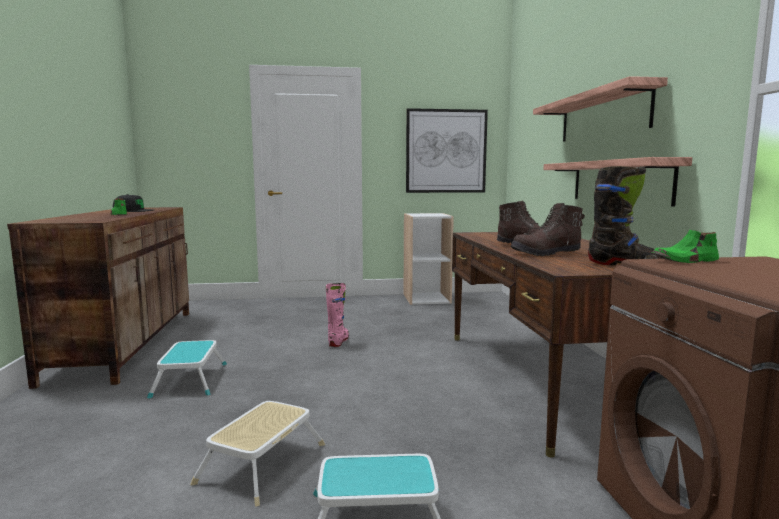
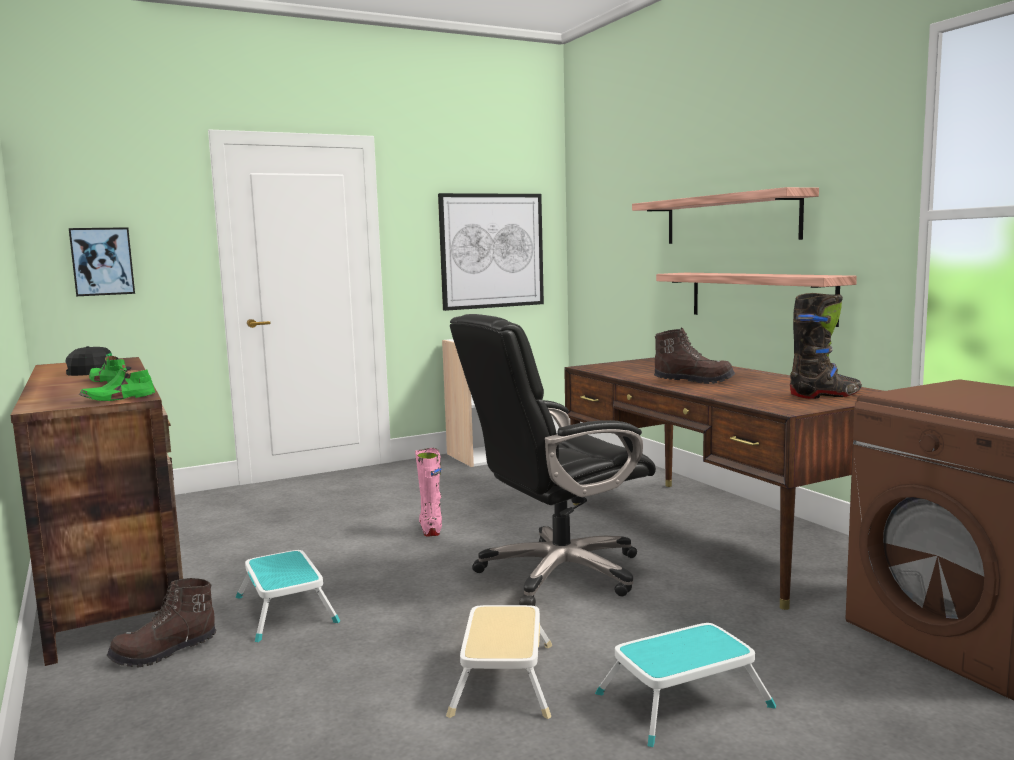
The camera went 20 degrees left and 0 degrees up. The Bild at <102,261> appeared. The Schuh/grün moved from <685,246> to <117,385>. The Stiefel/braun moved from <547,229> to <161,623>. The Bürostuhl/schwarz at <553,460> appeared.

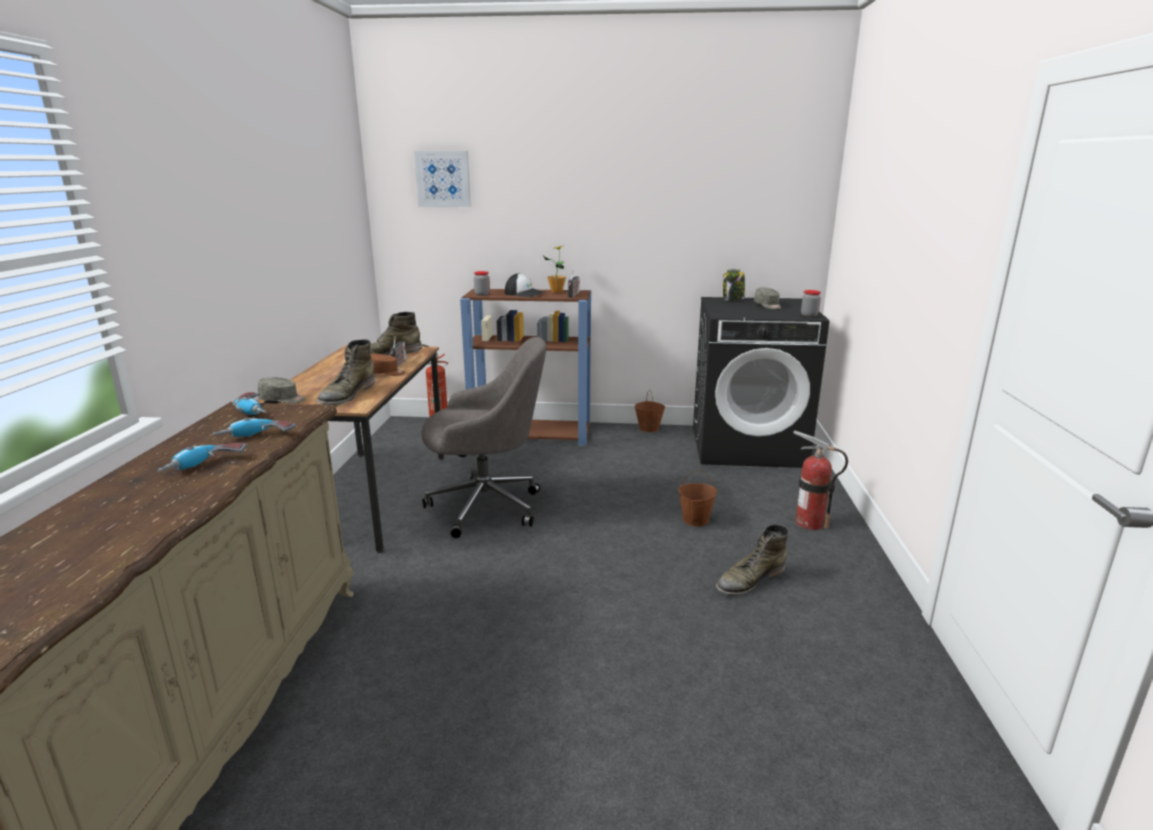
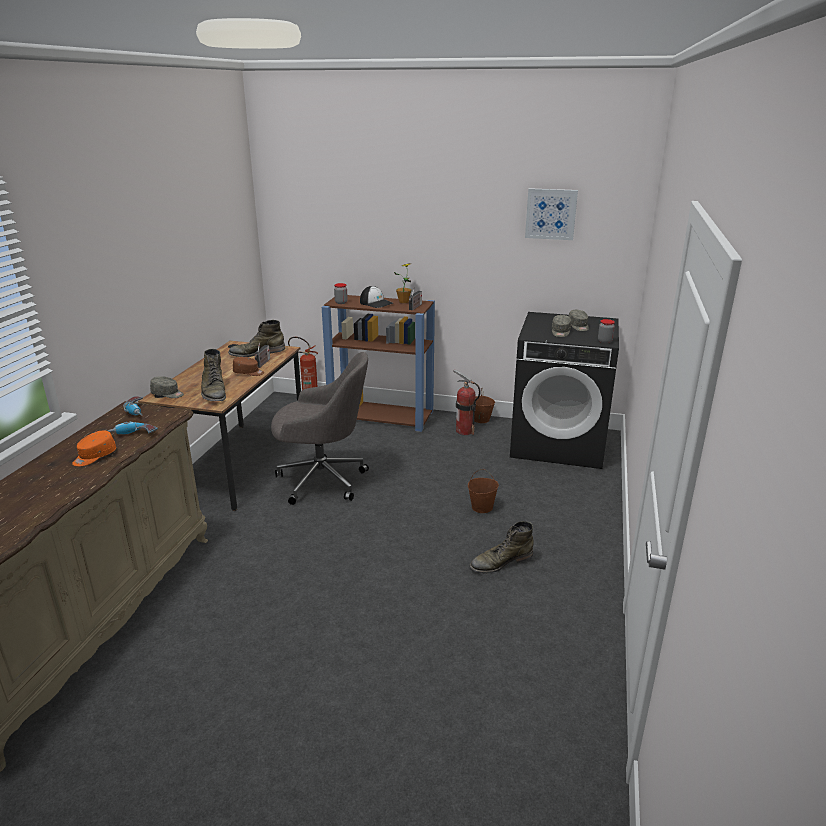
The camera went 10 degrees right and 5 degrees up. The Bohrmaschine at <201,457> was replaced by the Kappe/orange at <94,448>. The Stiefel/grün at <345,372> turned 45 degrees counterclockwise. The Feuerlöscher moved from <820,480> to <467,402>. The Bild moved from <442,179> to <551,214>. The Kappe/grau at <561,326> appeared. The Vorratsglas at <734,285> disappeared.

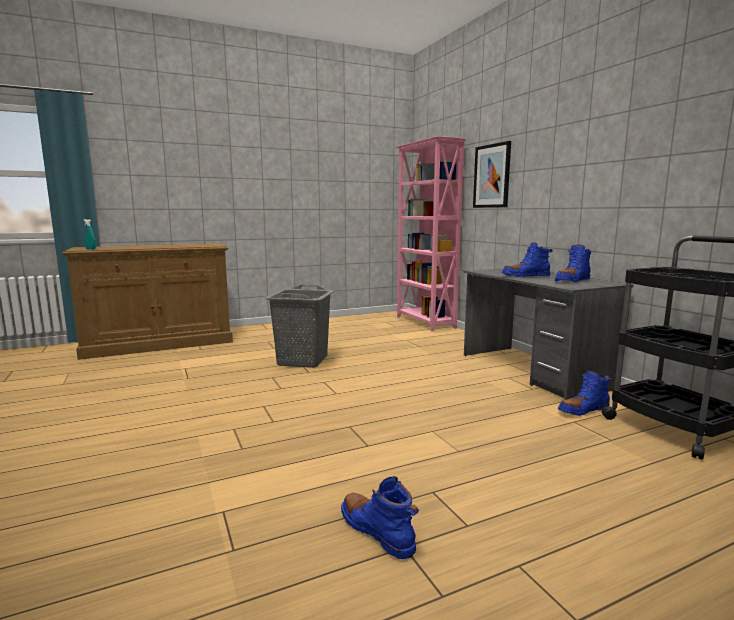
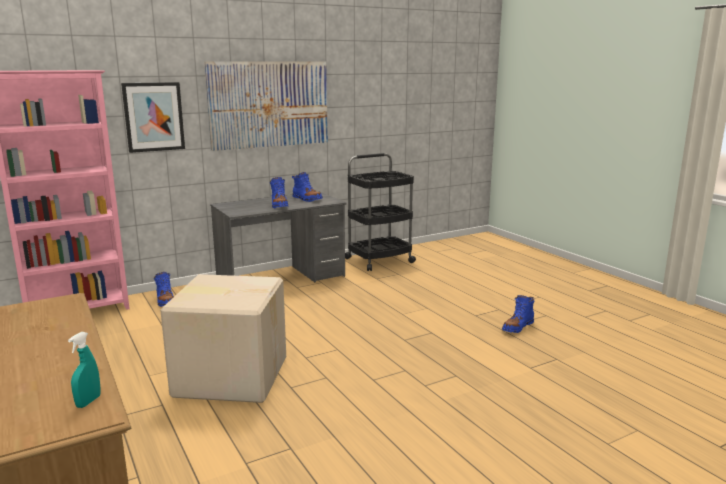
The camera went 95 degrees left and 5 degrees up. The Stiefel/blau moved from <584,393> to <164,289>. The Wäschekorb/grau at <299,326> was replaced by the Karton at <223,338>. The Bild at <266,106> appeared.

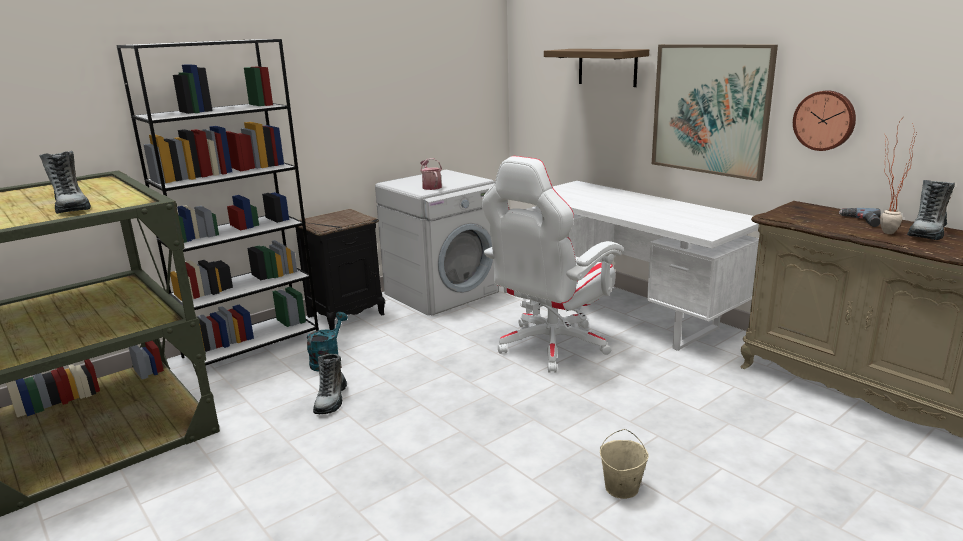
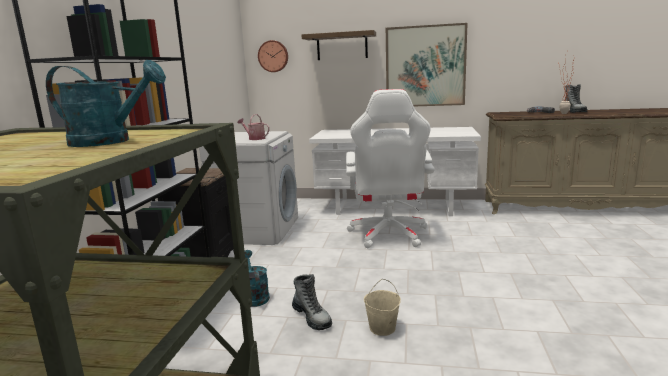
The camera went 40 degrees left and 5 degrees down. The Stiefel at <65,182> was replaced by the Gießkanne/türkis at <106,103>. The Wanduhr moved from <824,121> to <273,56>. The Eimer/beige moved from <624,464> to <382,307>.

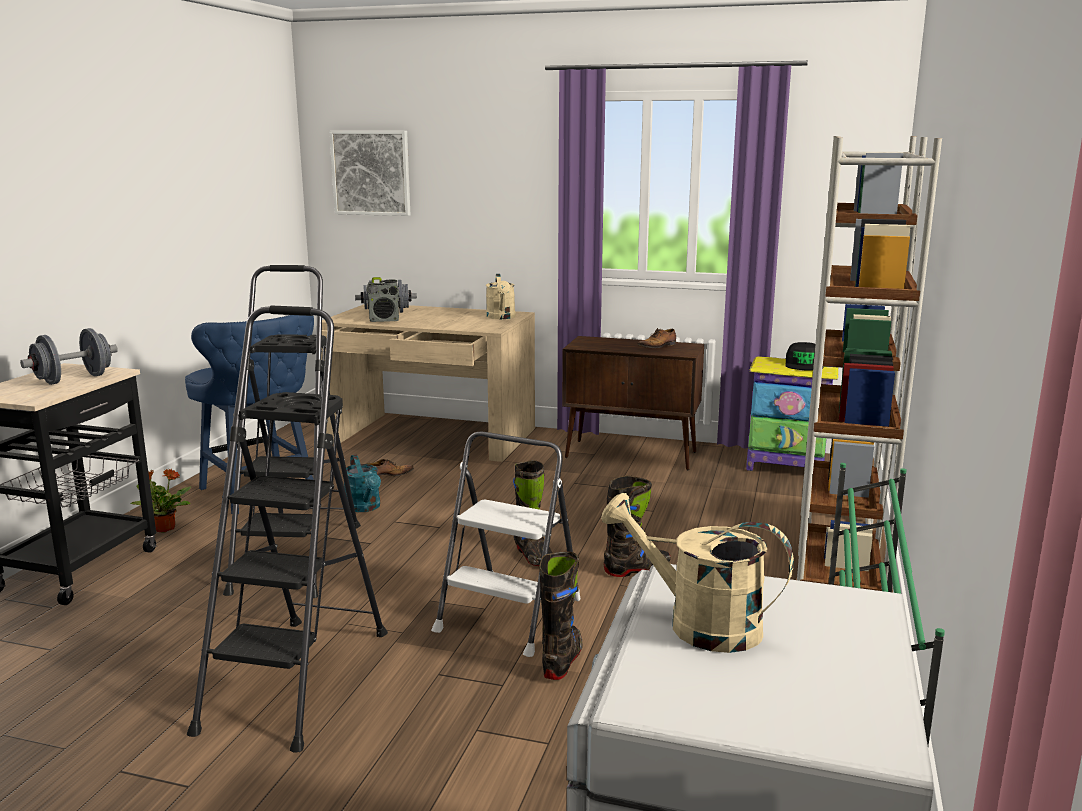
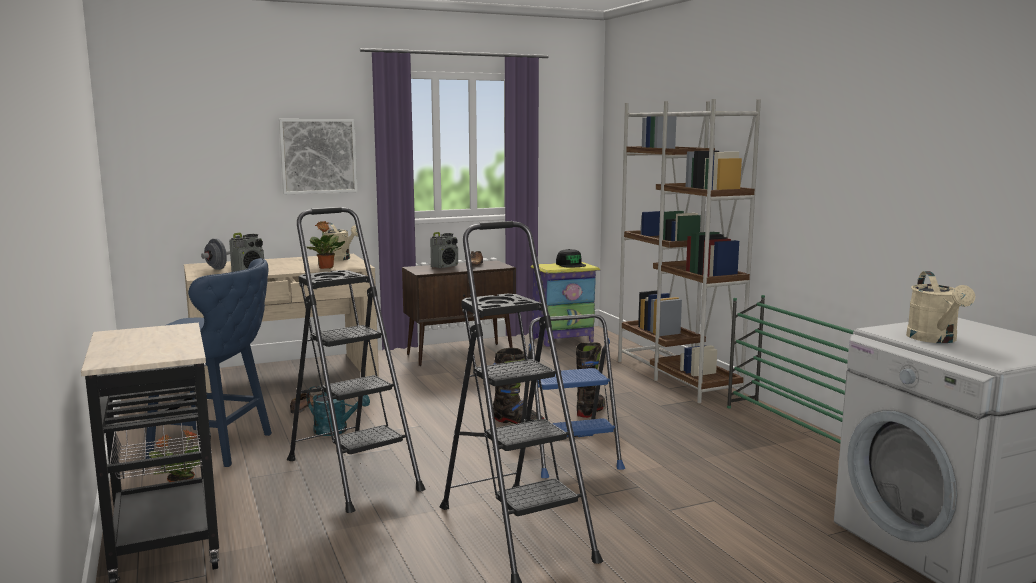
The camera went 40 degrees left and 5 degrees down. The Bild moved from <370,173> to <318,156>. The Topfpflanze at <326,245> appeared. The Radio at <444,250> appeared. The Trittleiter/weiß at <505,544> became the Trittleiter/blau at <573,396>. The Gießkanne/beige at <697,573> turned 75 degrees counterclockwise. The Hantel/grau at <69,356> disappeared. The Stiefel/schwarz at <561,616> disappeared.

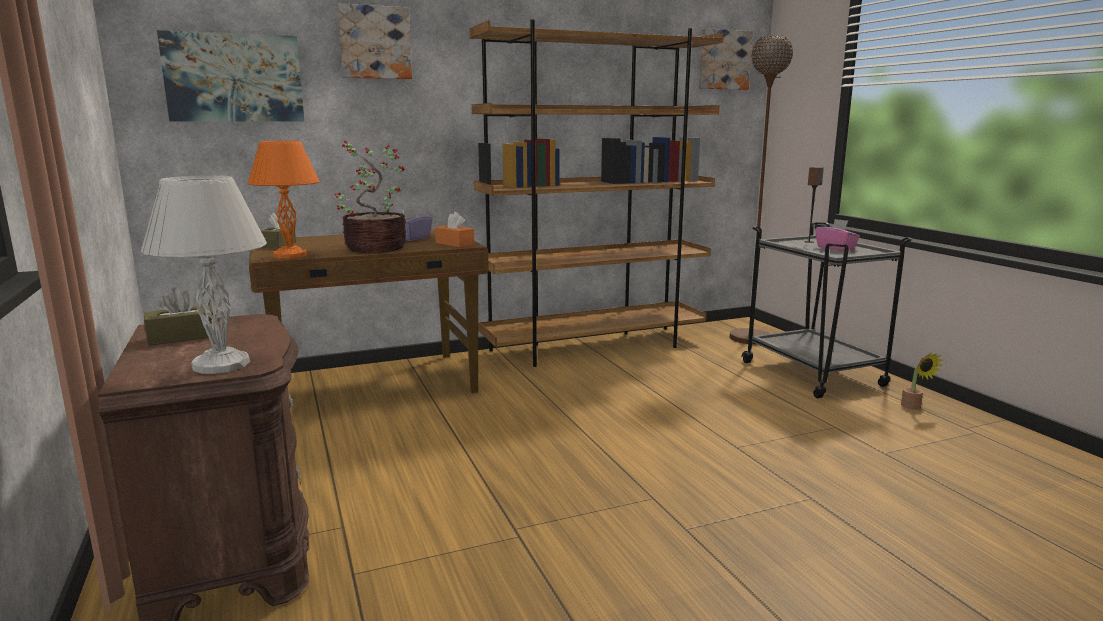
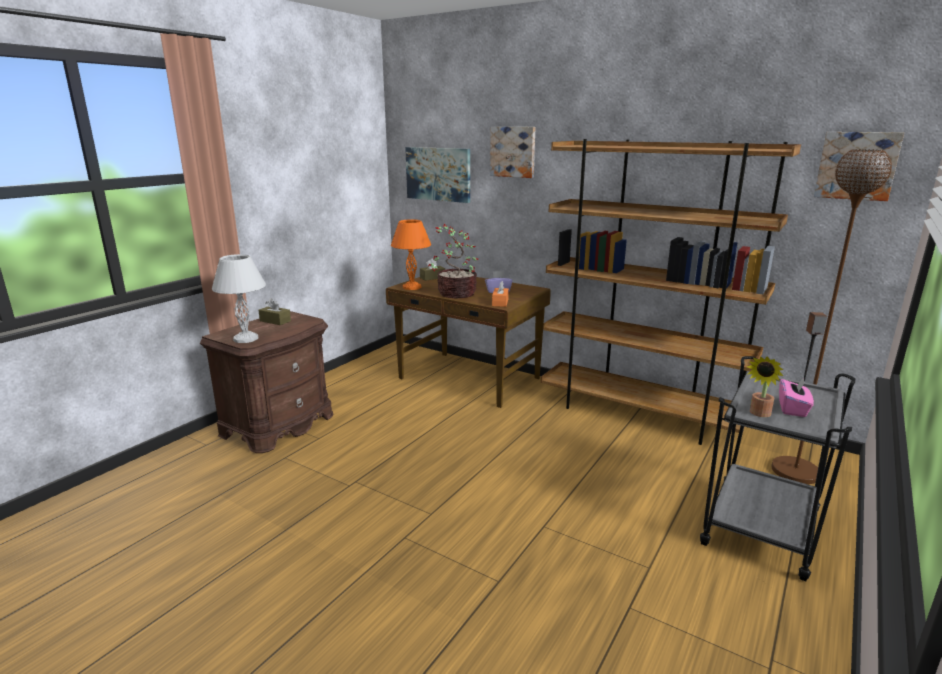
The camera went 55 degrees right and 5 degrees up. The Topfpflanze moved from <922,381> to <765,386>.

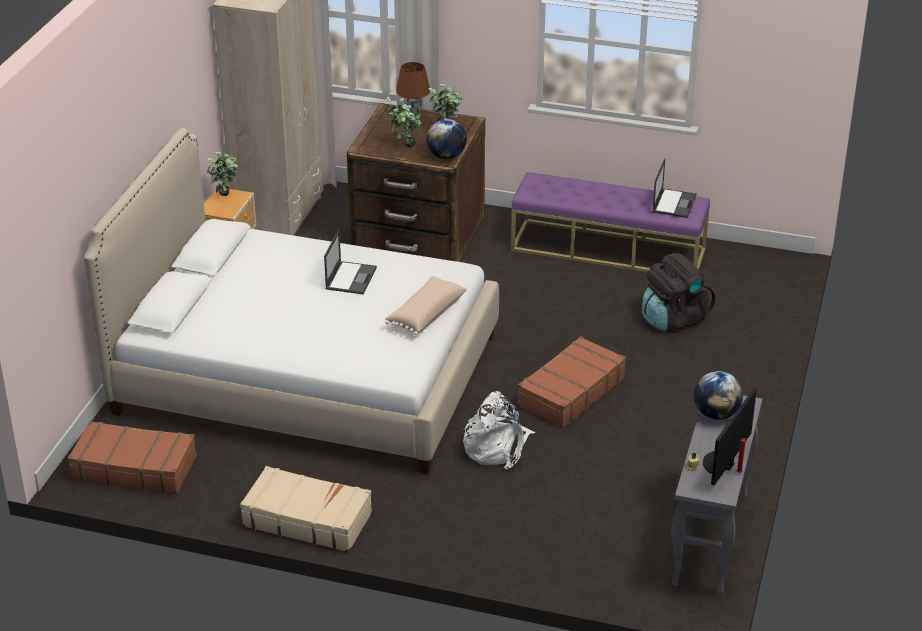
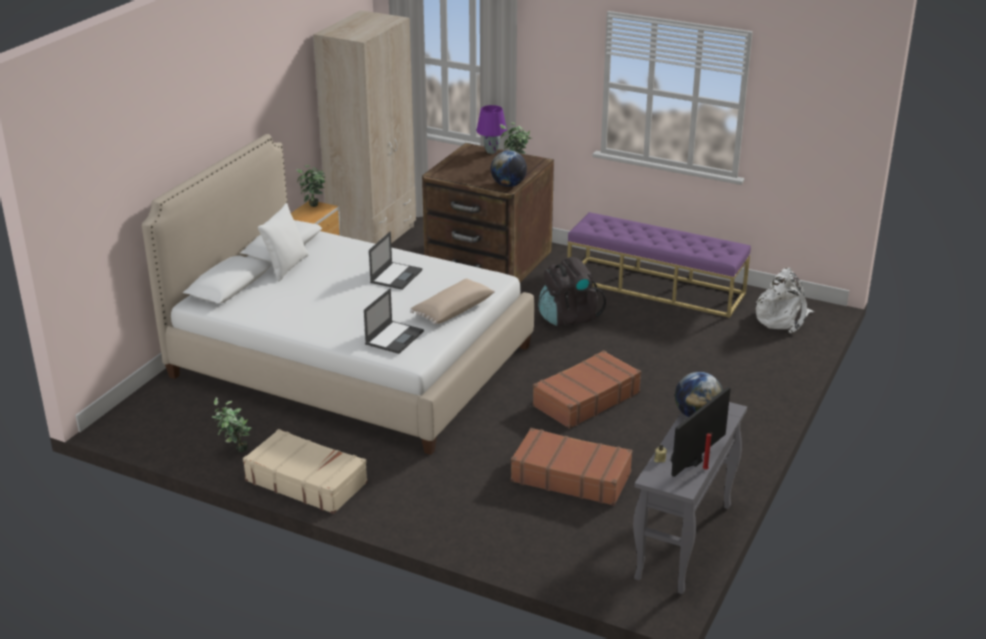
The camera went 10 degrees right and 5 degrees down. The Topfpflanze moved from <404,122> to <232,424>. The Kissen/weiß at <283,242> appeared. The Laptop moved from <674,188> to <394,321>. The Tischlampe/braun at <413,89> became the Tischlampe/lila at <491,129>. The Koffer/braun moved from <132,457> to <572,467>. The Rucksack/schwarz moved from <678,292> to <572,292>. The Rucksack/weiß moved from <499,430> to <785,300>.

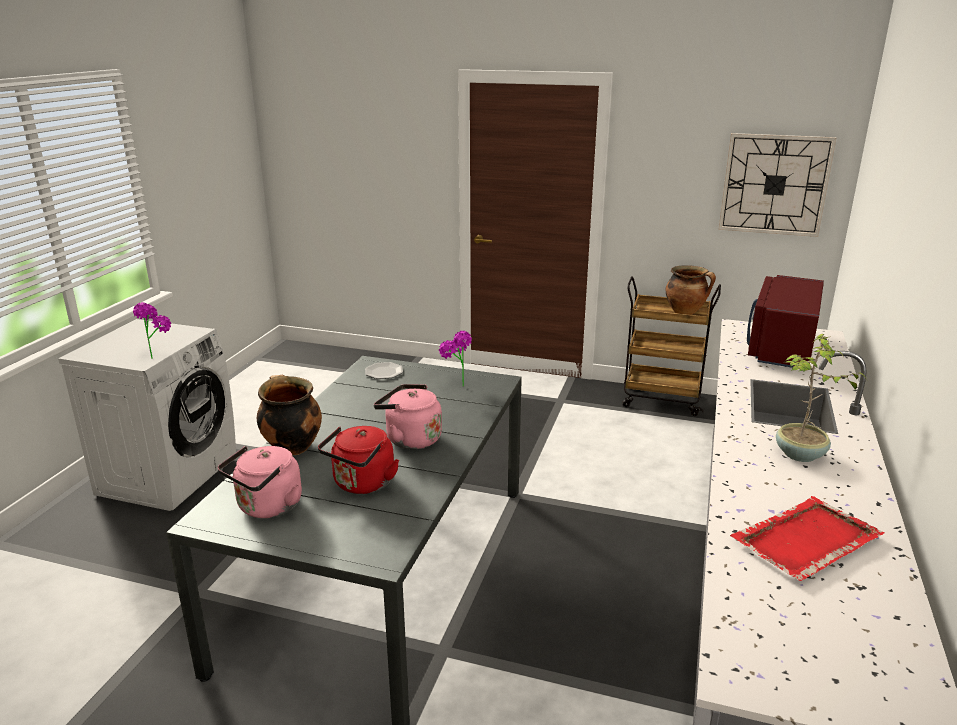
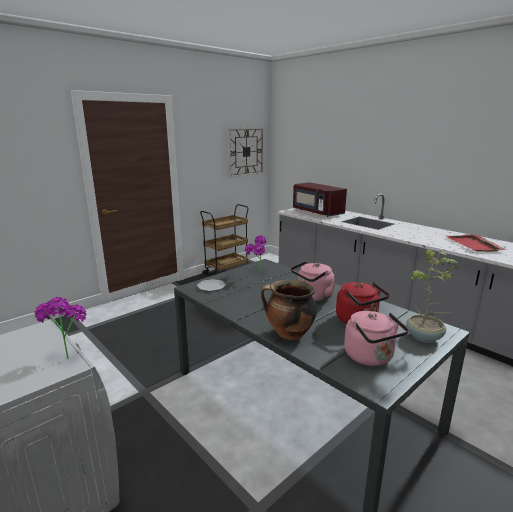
The camera went 60 degrees left and 5 degrees down. The Topfpflanze moved from <821,398> to <432,296>. The Kochtopf at <691,290> disappeared.

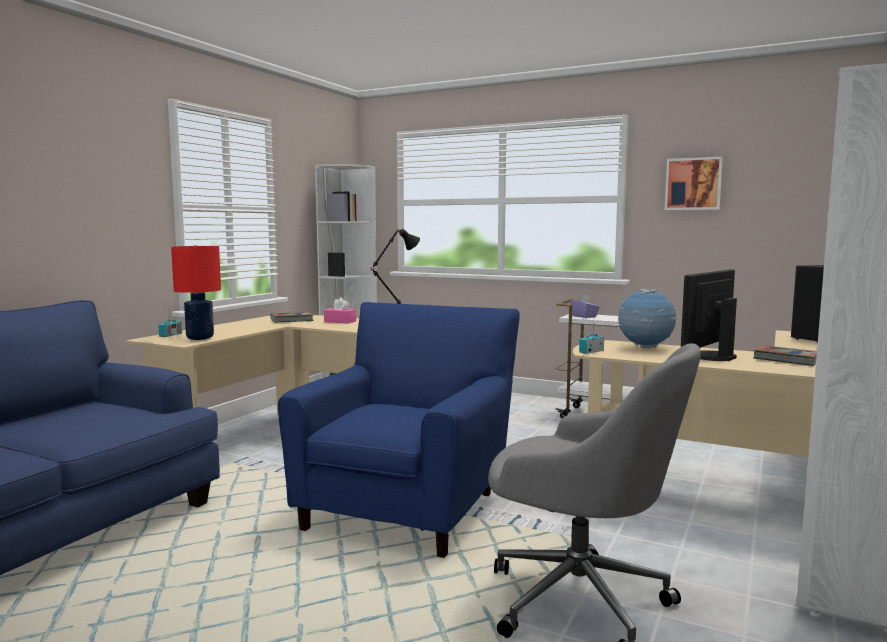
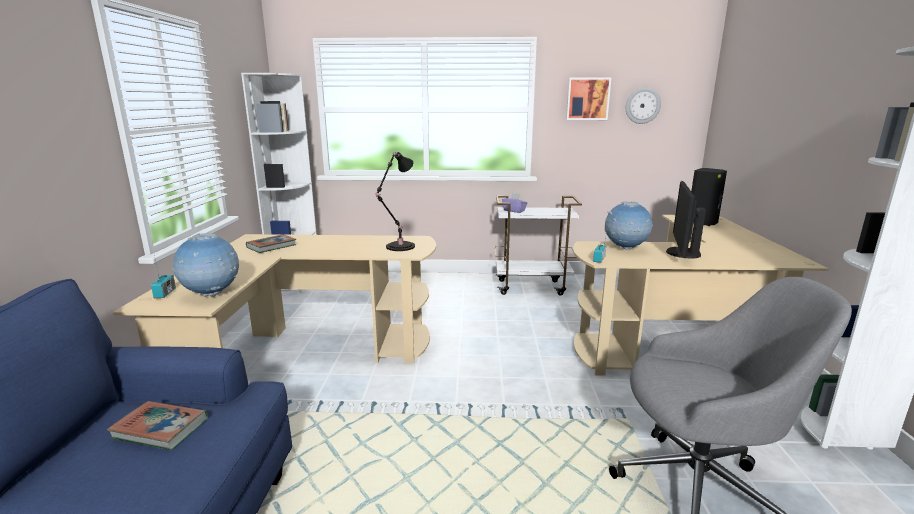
The camera went 25 degrees left and 10 degrees up. The Buch moved from <785,355> to <157,426>. The Tischlampe/rot at <196,292> was replaced by the Globus at <205,265>. The Wanduhr at <643,105> appeared. The Sessel/blau at <399,430> disappeared. The Taschentuchbox/rosa at <340,310> disappeared.

